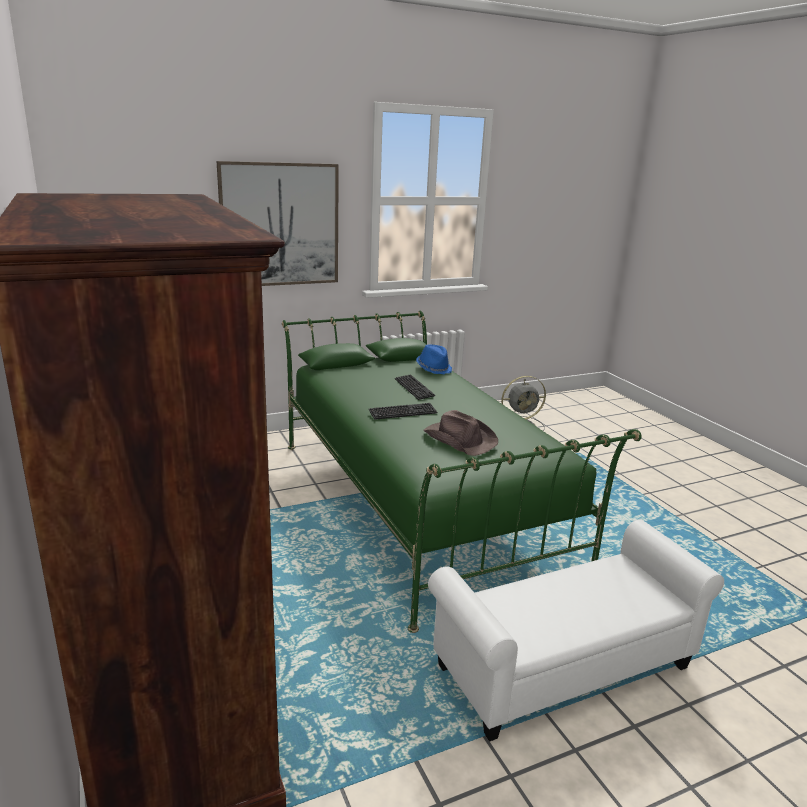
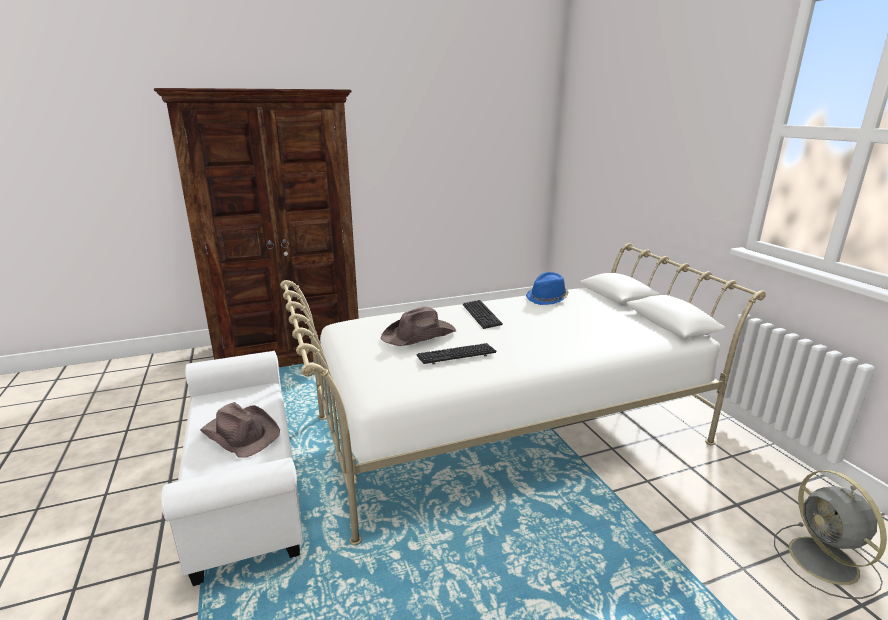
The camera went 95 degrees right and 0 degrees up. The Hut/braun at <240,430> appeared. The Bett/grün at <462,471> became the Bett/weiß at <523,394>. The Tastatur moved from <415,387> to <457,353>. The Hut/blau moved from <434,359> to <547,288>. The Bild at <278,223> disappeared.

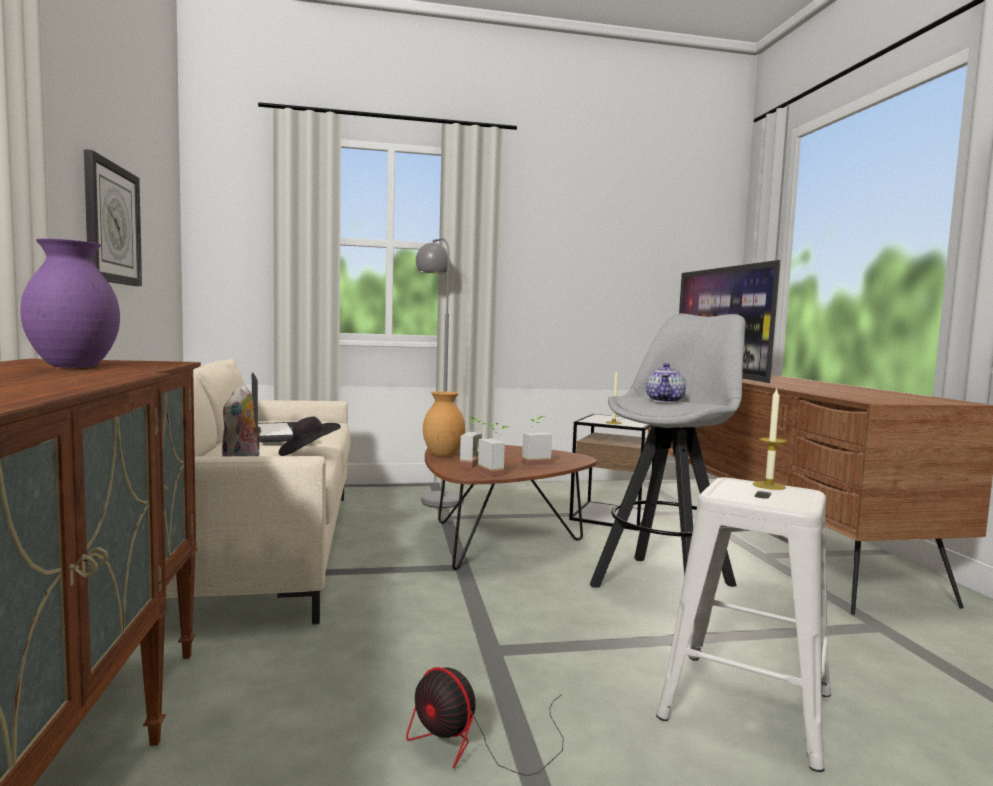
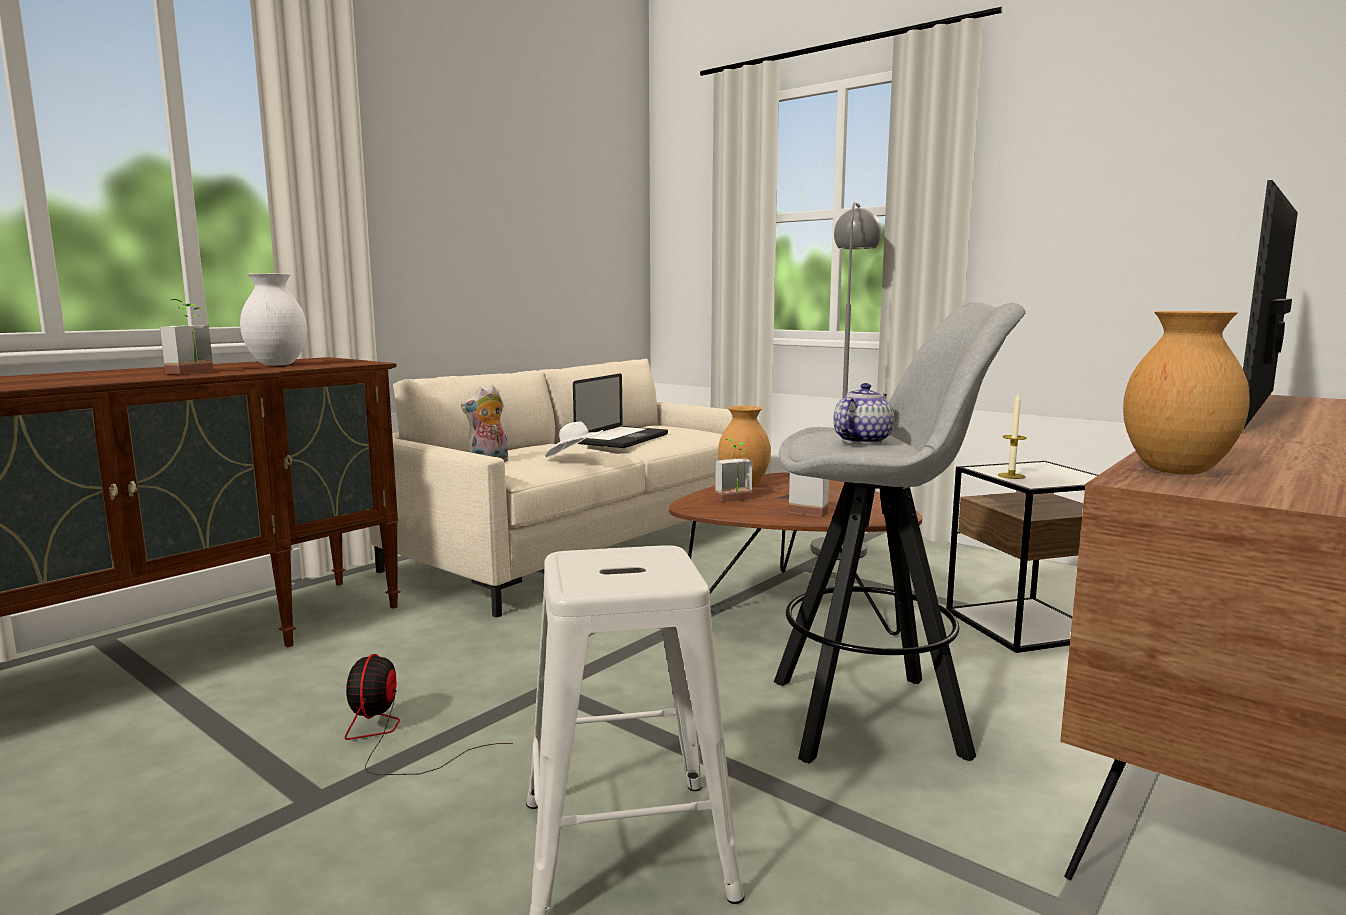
The camera went 50 degrees right and 5 degrees up. The Topfpflanze moved from <493,450> to <187,337>. The Vase/lila at <70,303> became the Vase/weiß at <273,320>. The Hut/schwarz at <310,436> became the Hut/weiß at <574,440>. The Teekanne at <666,383> turned 150 degrees clockwise. The Vase/braun at <1186,393> appeared. The Wanduhr at <113,217> disappeared. The Kerze at <770,438> disappeared.

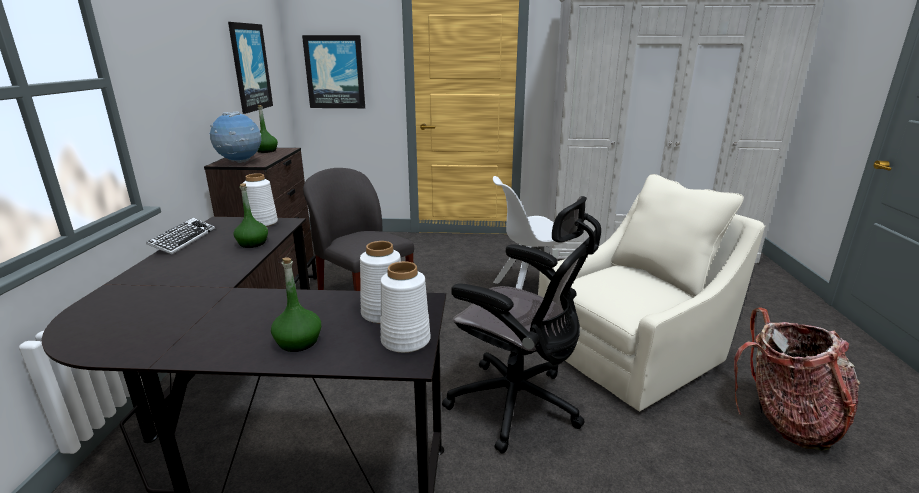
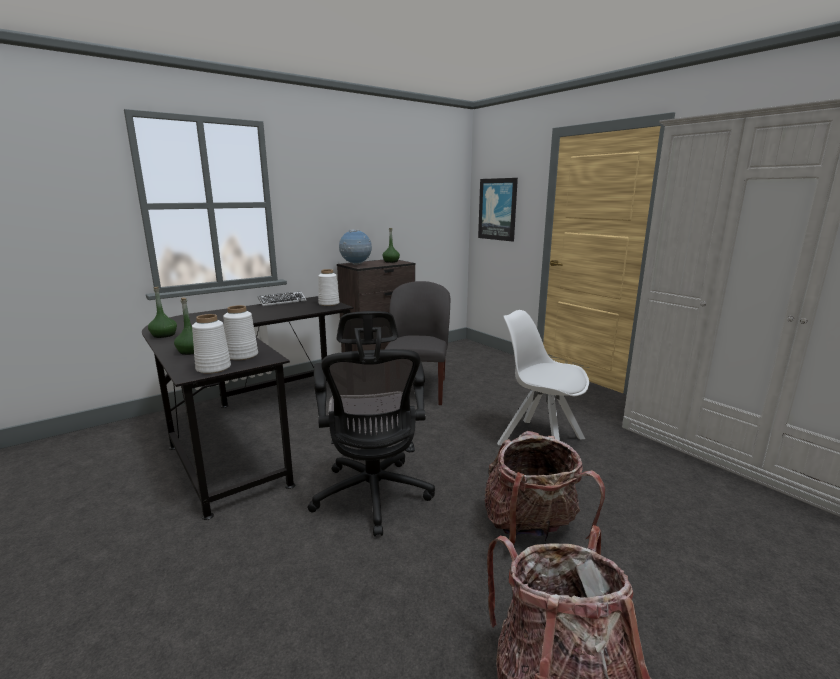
The camera went 50 degrees right and 5 degrees down. The Flasche/grün moved from <250,215> to <162,312>. The Sessel/beige at <651,293> was replaced by the Rucksack at <544,488>. The Bild at <250,68> disappeared.

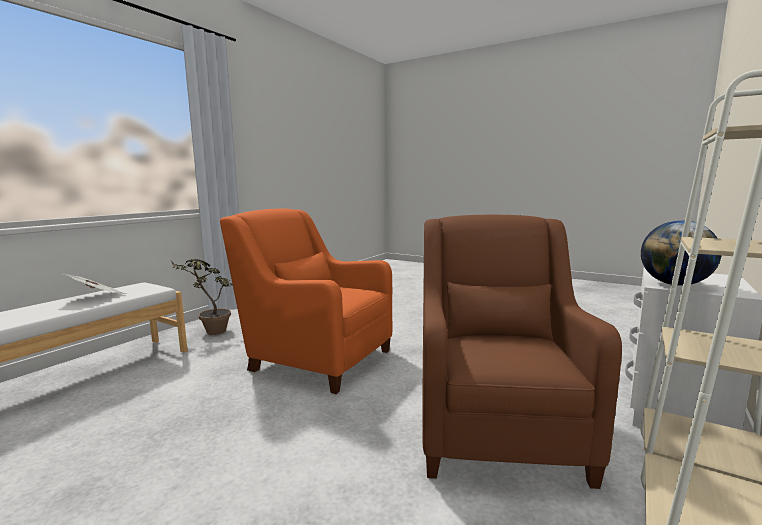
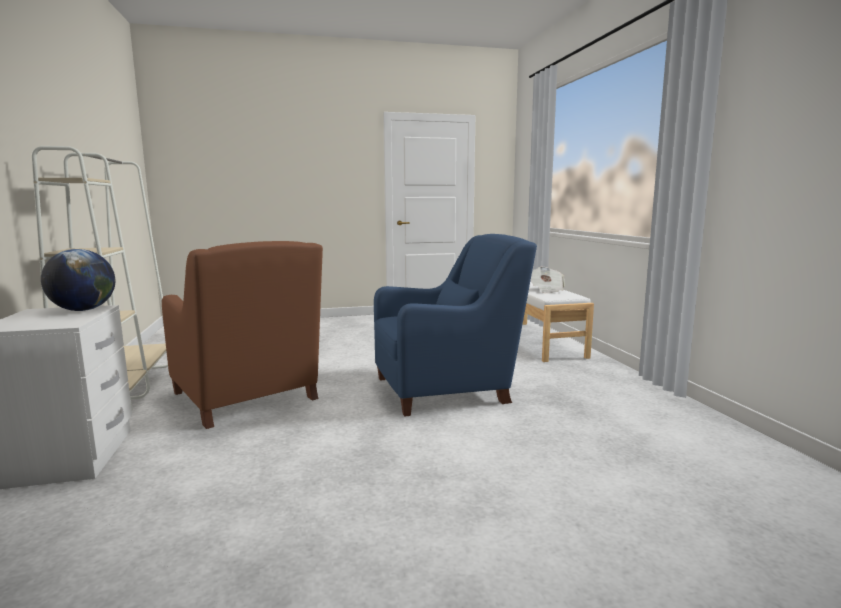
The camera went 135 degrees right and 0 degrees up. The Sessel/orange at <306,301> became the Sessel/blau at <455,325>. The Topfpflanze at <201,297> disappeared.

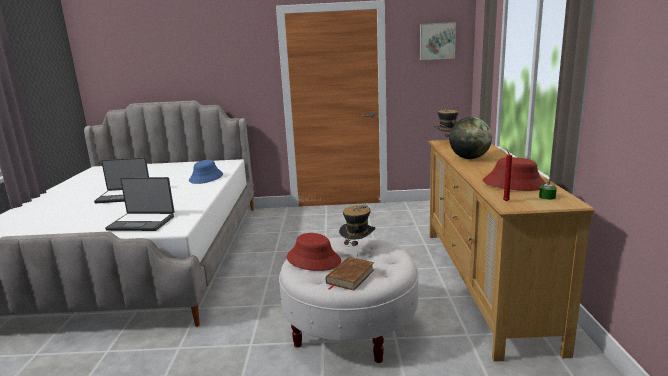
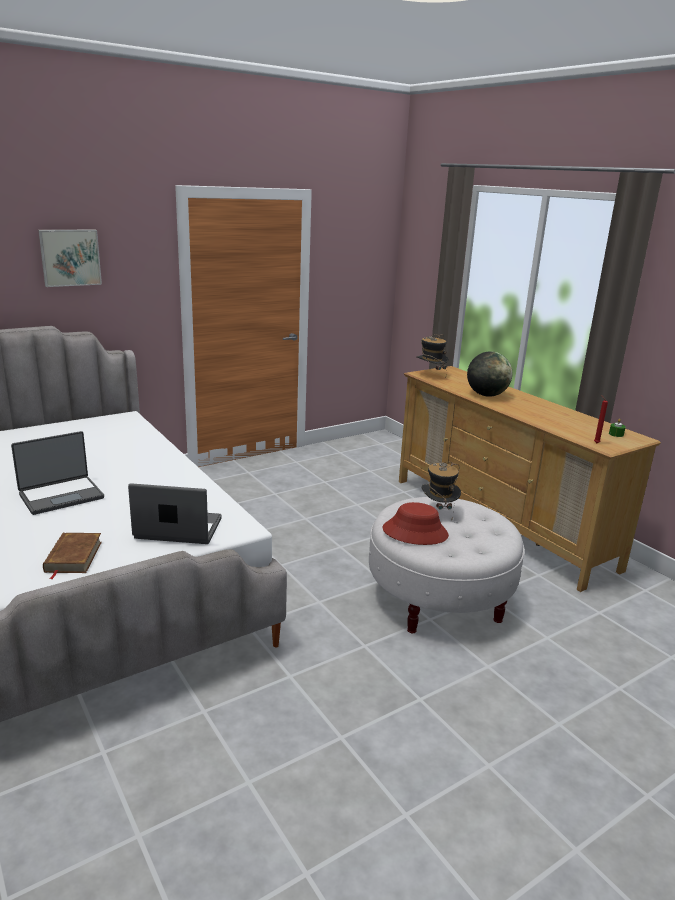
The camera went 35 degrees left and 5 degrees up. The Bild moved from <438,41> to <70,258>. The Buch/braun moved from <350,274> to <72,556>. The Laptop at <139,204> turned 150 degrees counterclockwise. The Hut/blau at <206,172> disappeared. The Hut/rot at <514,174> disappeared.

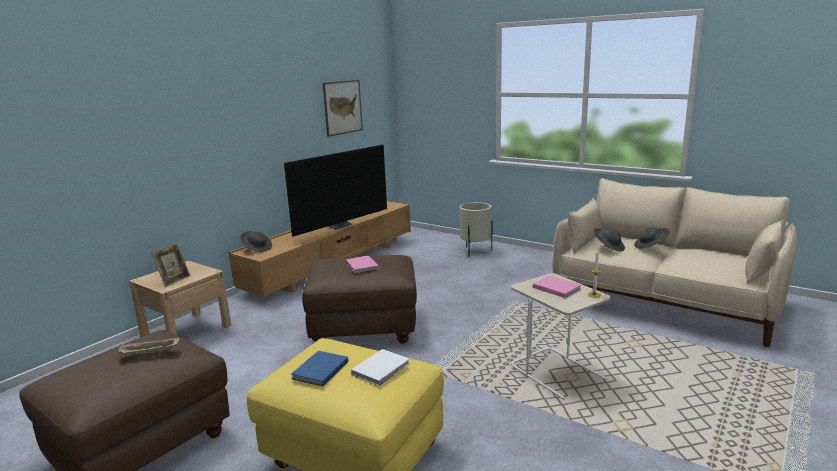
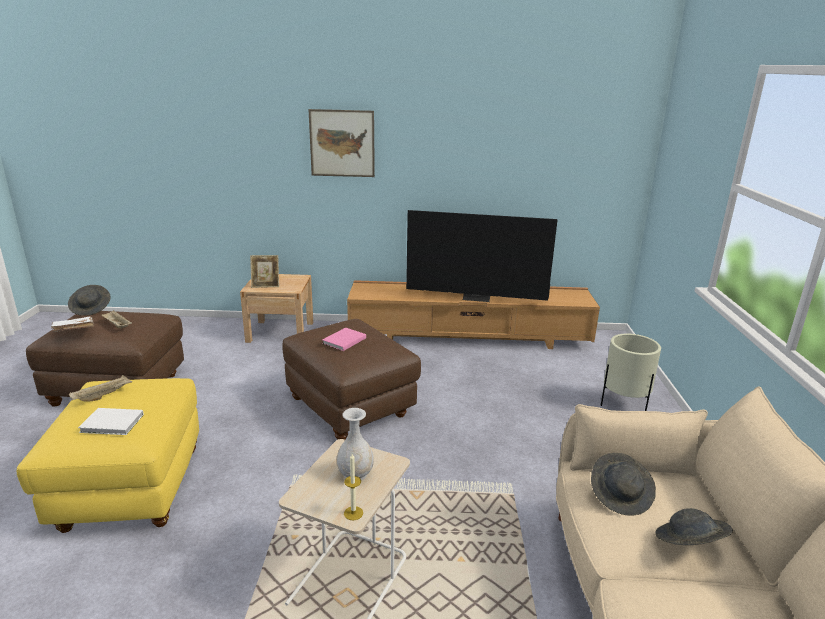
The camera went 55 degrees right and 5 degrees up. The Buch/weiß at <72,324> appeared. The Hut/grau moved from <256,241> to <89,300>. The Buch/blau at <319,369> was replaced by the Tablett/beige at <100,388>. The Bild moved from <343,108> to <341,143>. The Buch/rosa at <557,286> was replaced by the Vase/weiß at <355,444>.

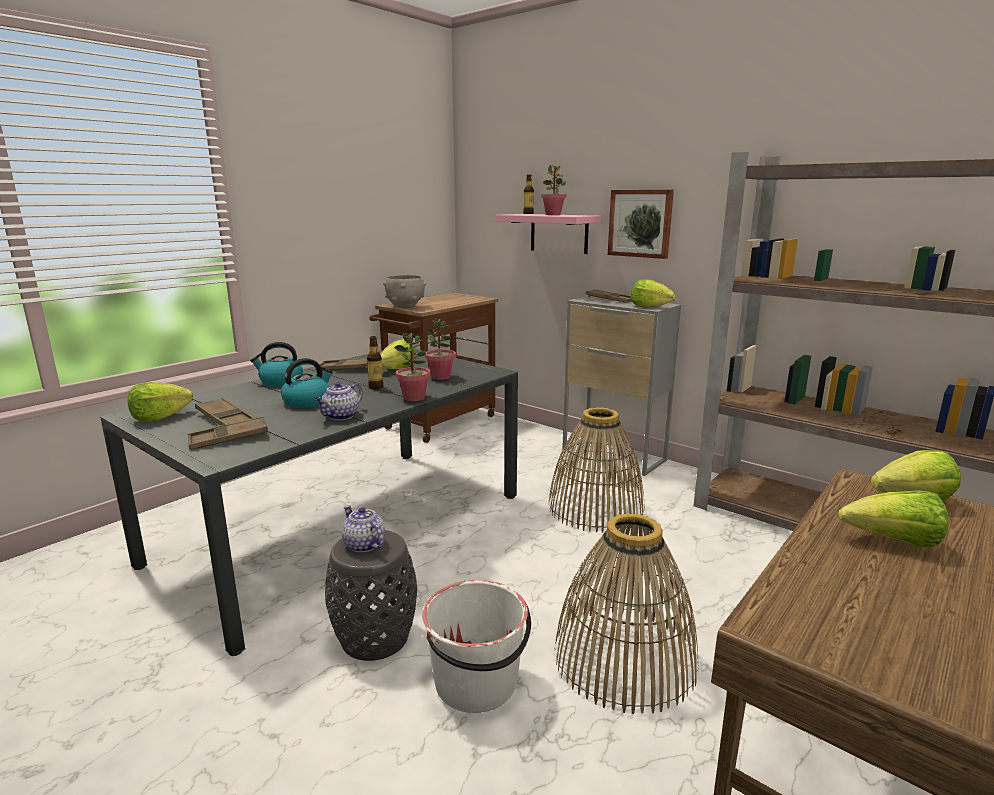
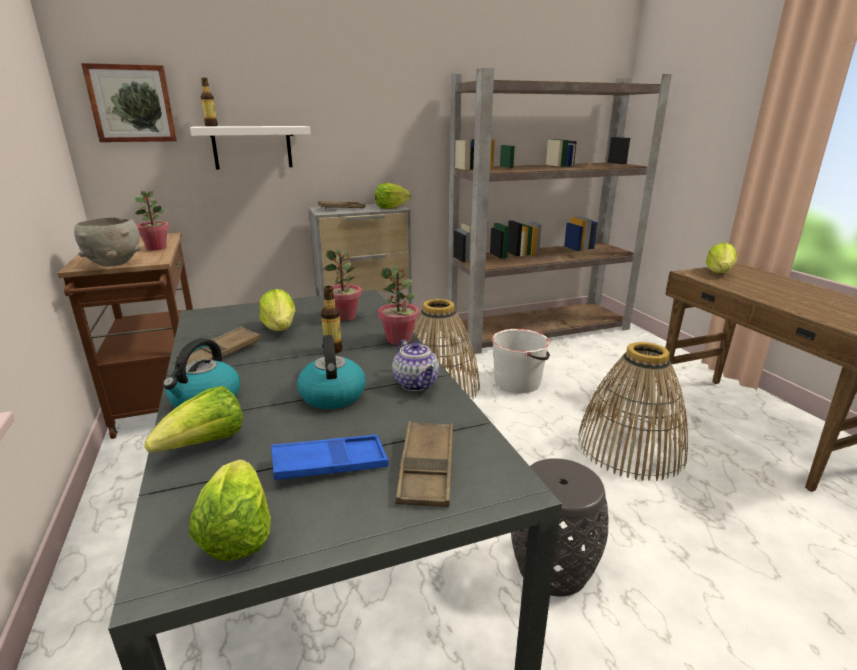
The camera went 60 degrees left and 5 degrees up. The Bild moved from <641,224> to <129,102>. The Topfpflanze moved from <554,190> to <152,220>. The Salatkopf moved from <893,518> to <193,419>. The Wandregal/rosa at <548,234> became the Wandregal/weiß at <250,148>. The Tablett/braun at <224,412> became the Tablett/blau at <330,457>. The Eimer/weiß moved from <476,646> to <521,361>. The Teekanne at <363,529> disappeared.

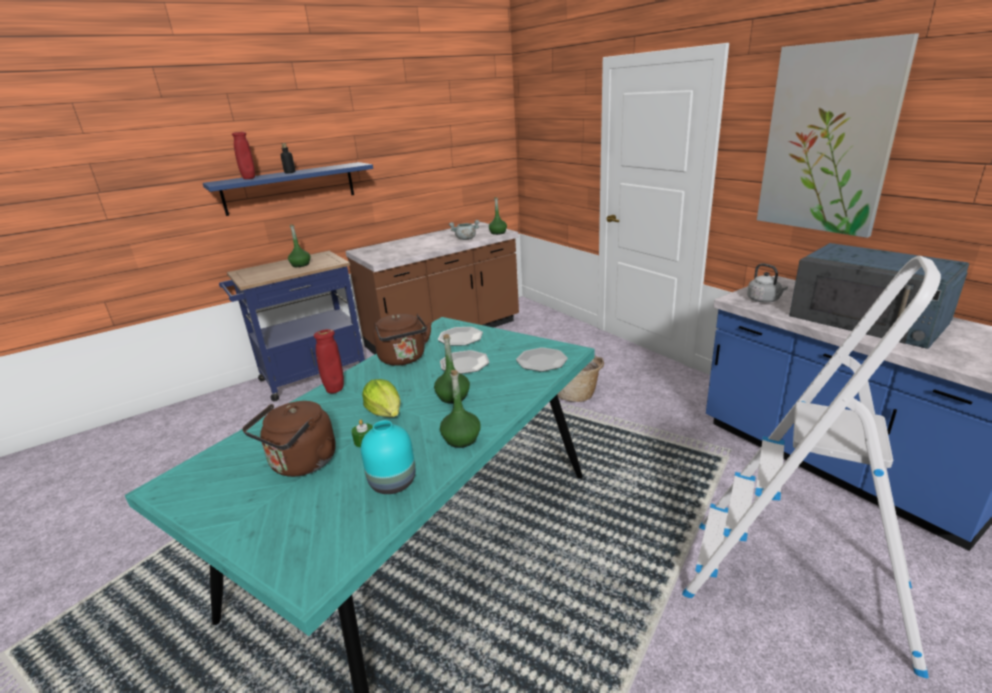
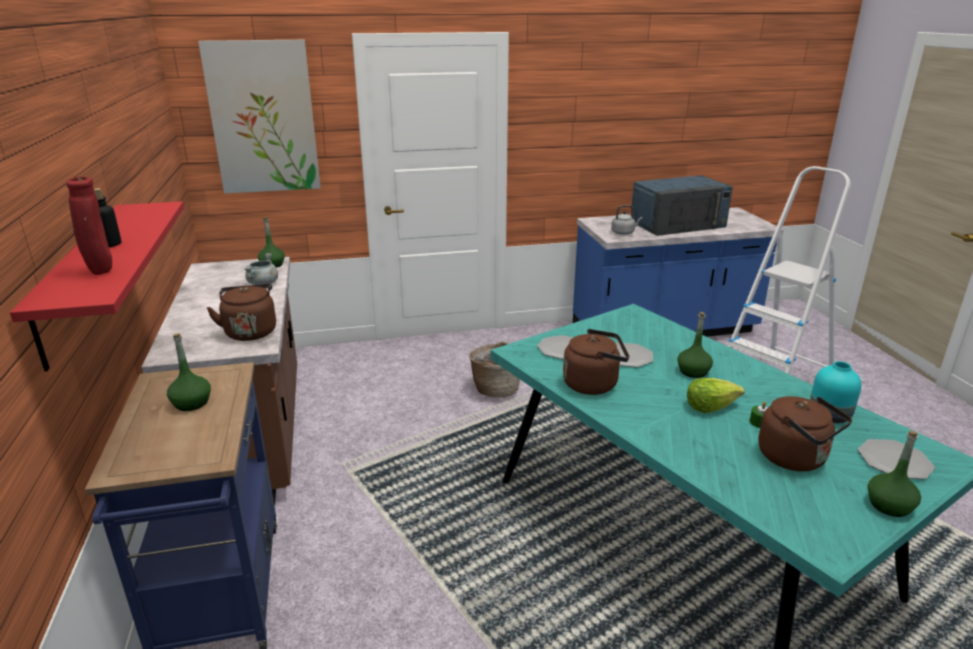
The camera went 70 degrees left and 0 degrees up. The Wandregal/blau at <288,189> became the Wandregal/rot at <97,286>. The Bild moved from <838,135> to <259,117>. The Wasserkessel/braun at <241,312> appeared. The Teller moved from <542,359> to <896,459>. The Flasche/grün moved from <460,409> to <894,474>. The Vase/rot at <329,361> disappeared.

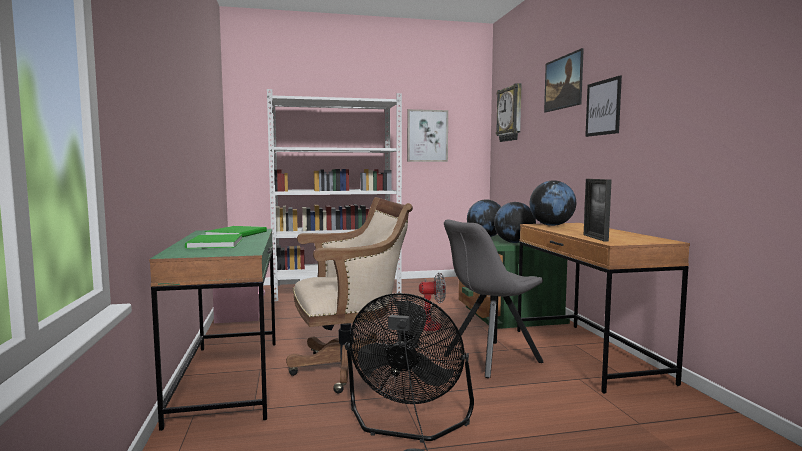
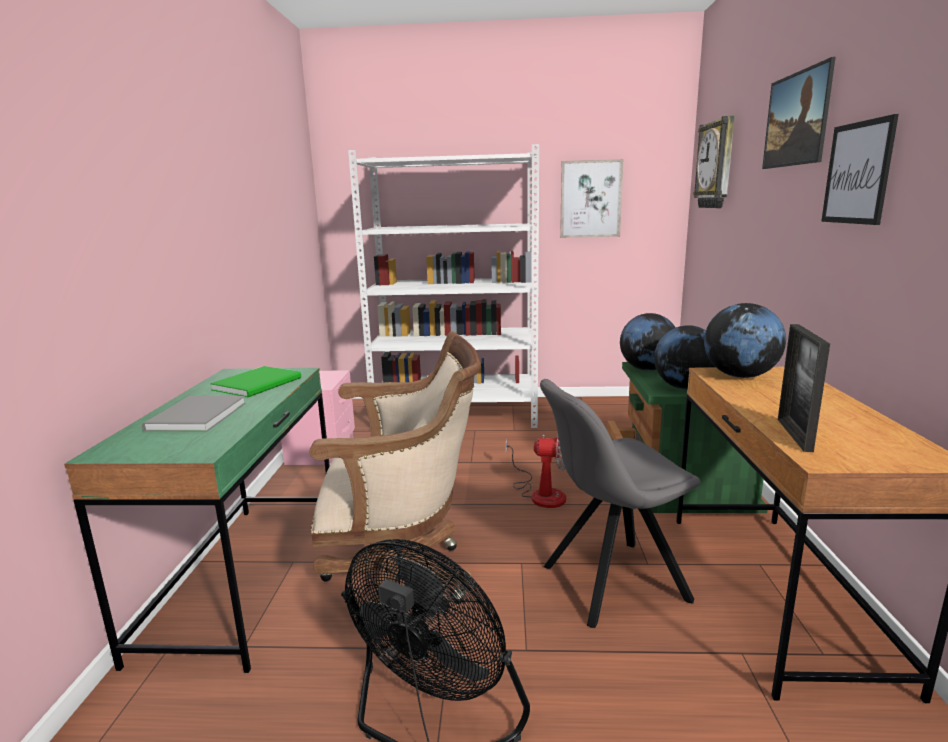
The camera went 15 degrees right and 10 degrees up. The Buch/grün at <214,241> became the Buch/grau at <194,414>.

